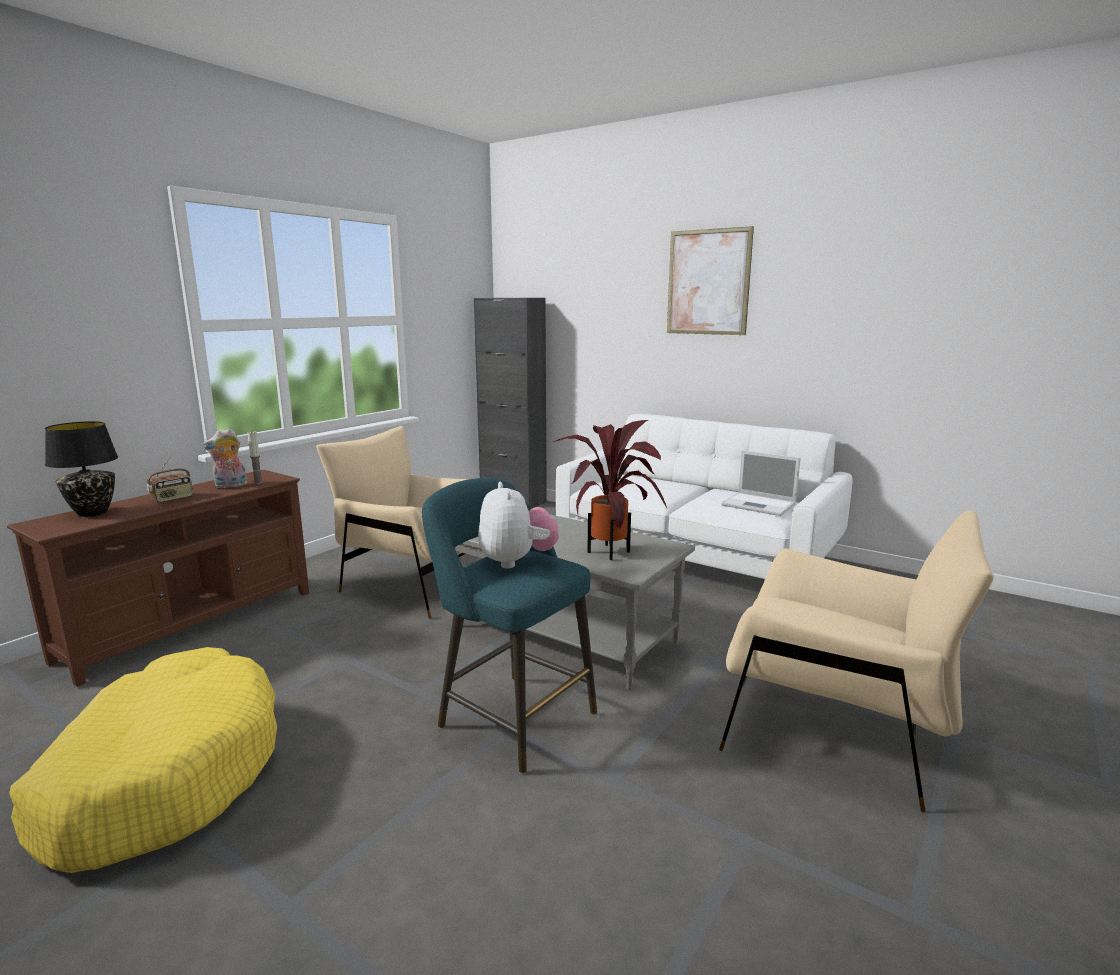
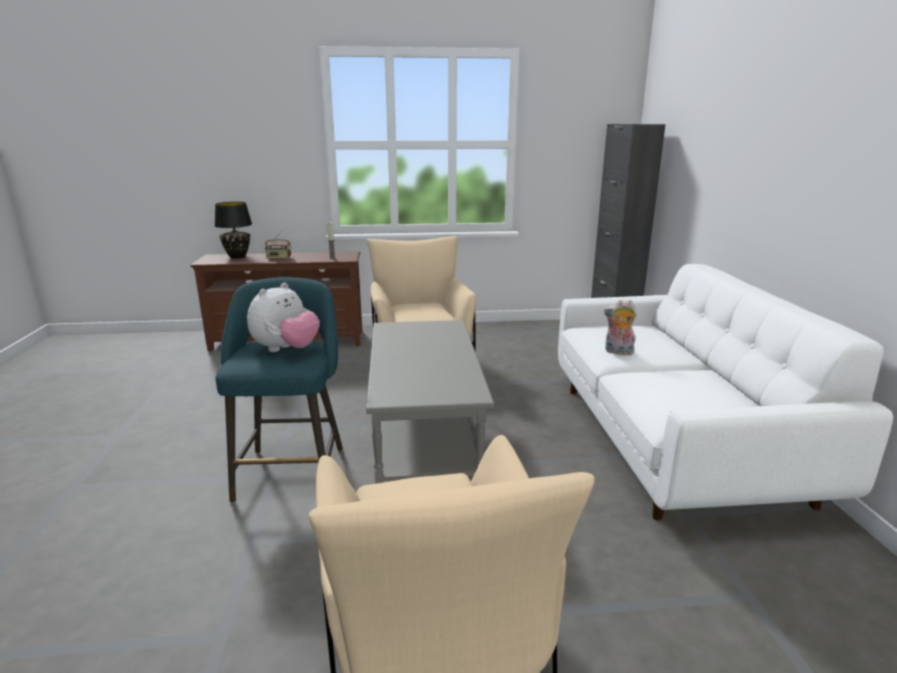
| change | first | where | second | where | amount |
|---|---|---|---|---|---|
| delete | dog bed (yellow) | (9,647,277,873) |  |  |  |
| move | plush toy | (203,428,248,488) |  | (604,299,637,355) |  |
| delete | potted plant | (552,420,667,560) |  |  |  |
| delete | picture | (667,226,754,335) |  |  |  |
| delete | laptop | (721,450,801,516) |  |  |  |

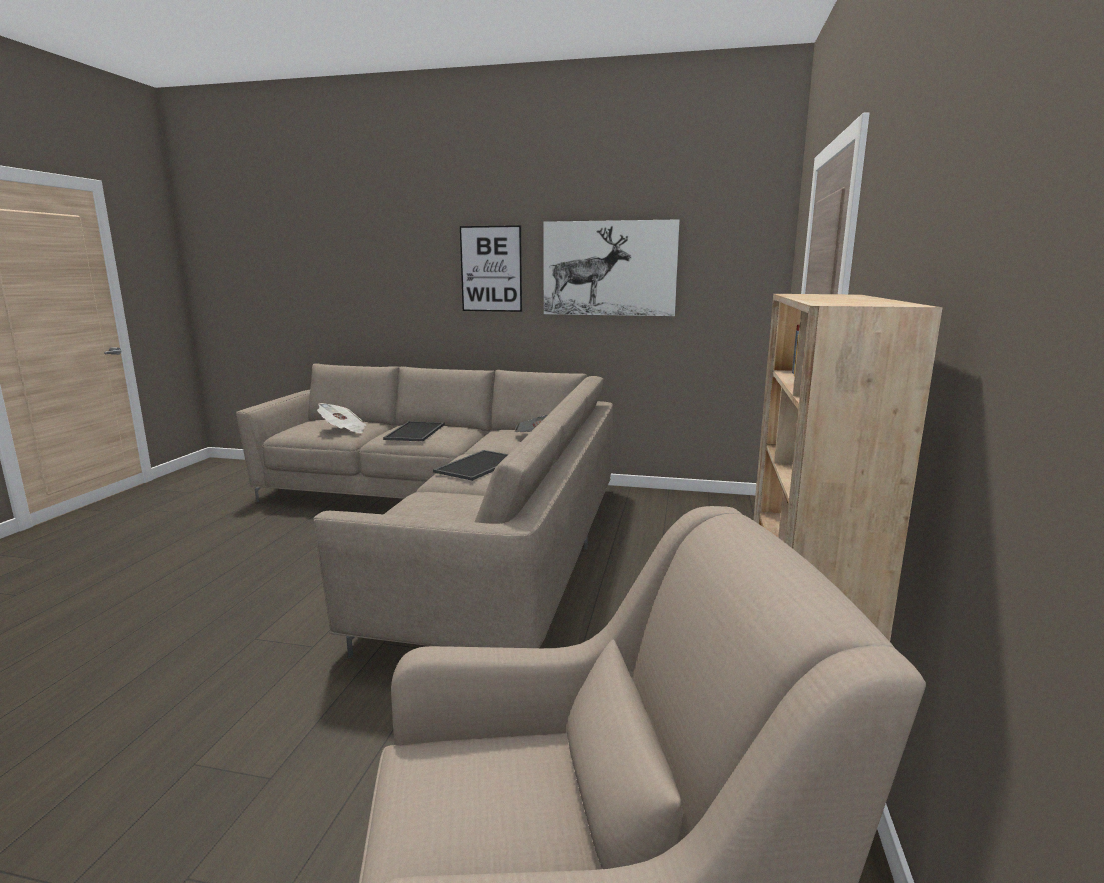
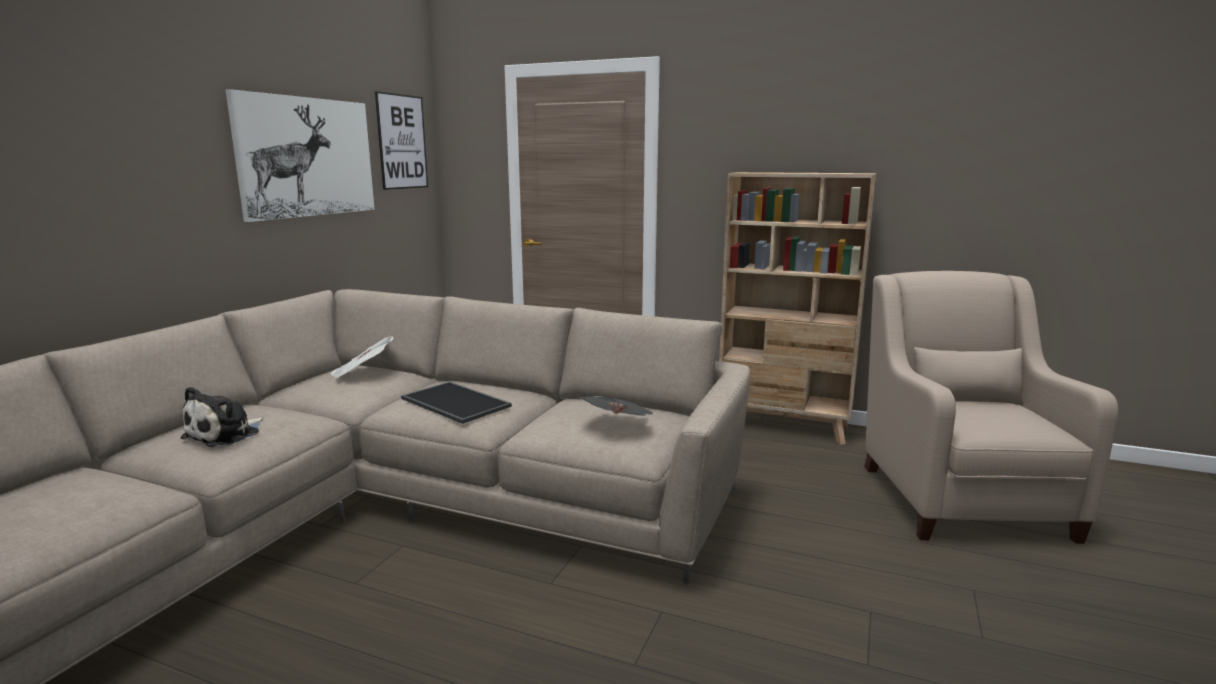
| change | first | where | second | where | amount |
|---|---|---|---|---|---|
| move | newspaper | (317,403,367,433) |  | (580,396,653,416) |  |
| replace | tray | (383,421,445,441) | plush toy | (180,387,263,447) |  |
| move | picture | (460,225,522,312) |  | (375,91,428,190) |  |

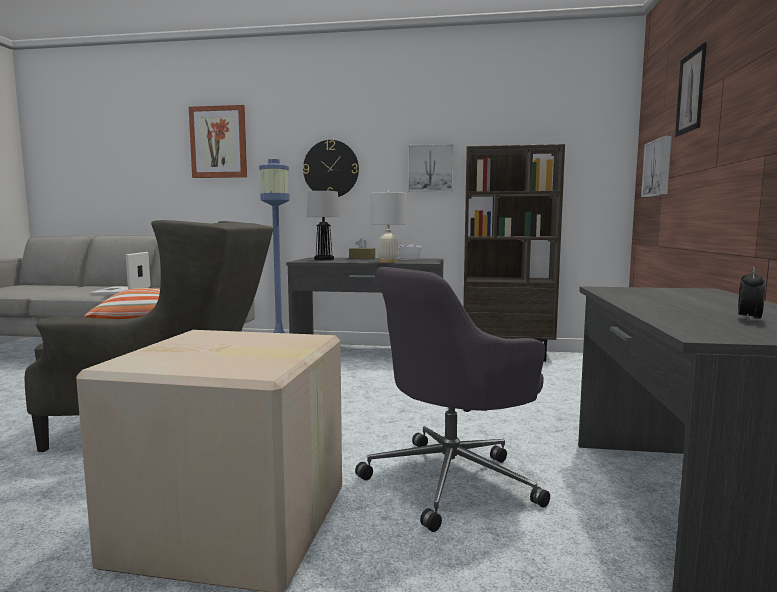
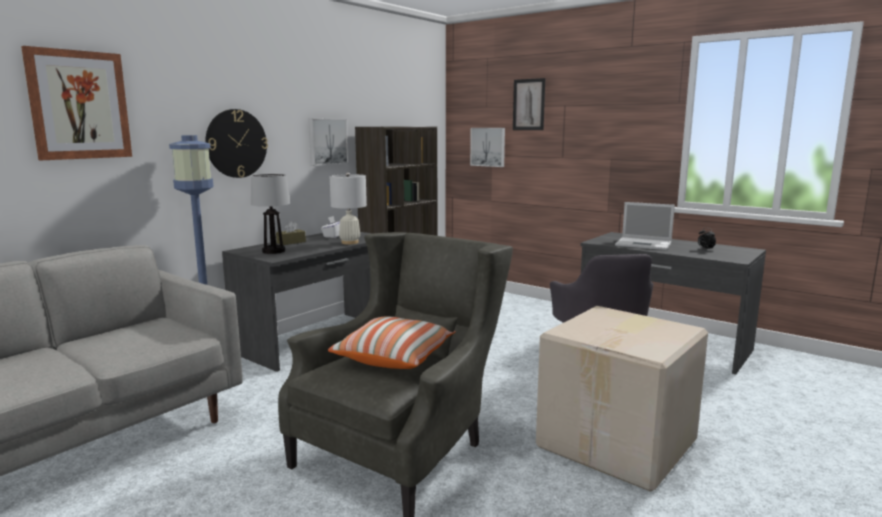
| change | first | where | second | where | amount |
|---|---|---|---|---|---|
| move | laptop | (90,252,150,295) |  | (615,202,675,250) |  |

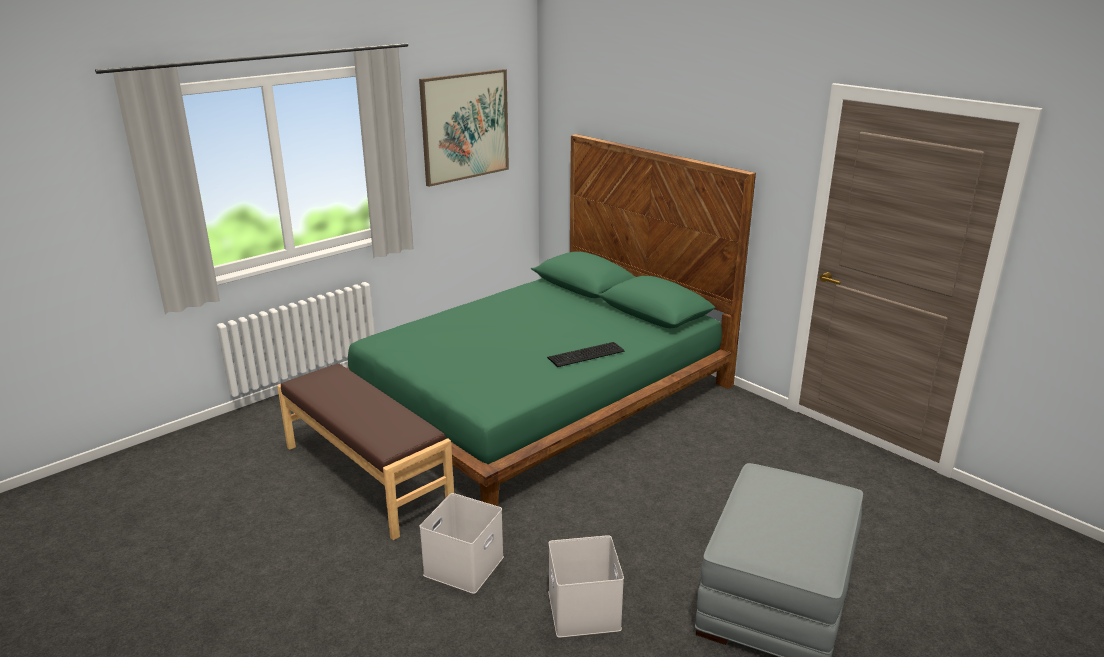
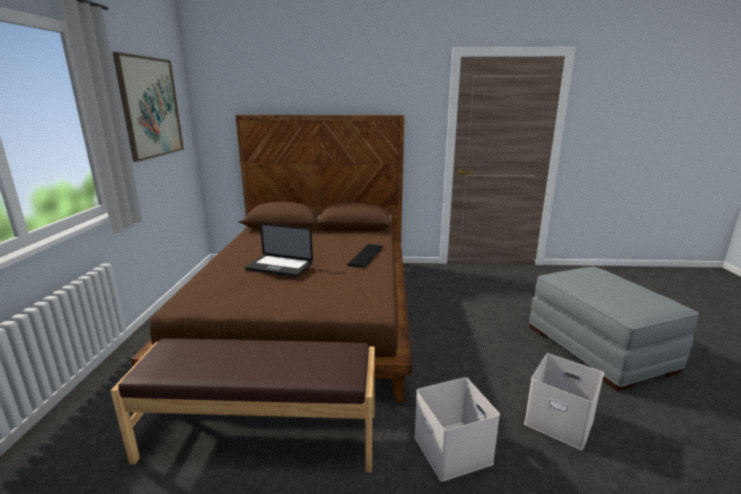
| change | first | where | second | where | amount |
|---|---|---|---|---|---|
| recolor | bed (green) | (347,134,756,506) | bed (brown) | (131,115,412,402) |  |
| insert |  |  | laptop | (245,223,313,277) |  |

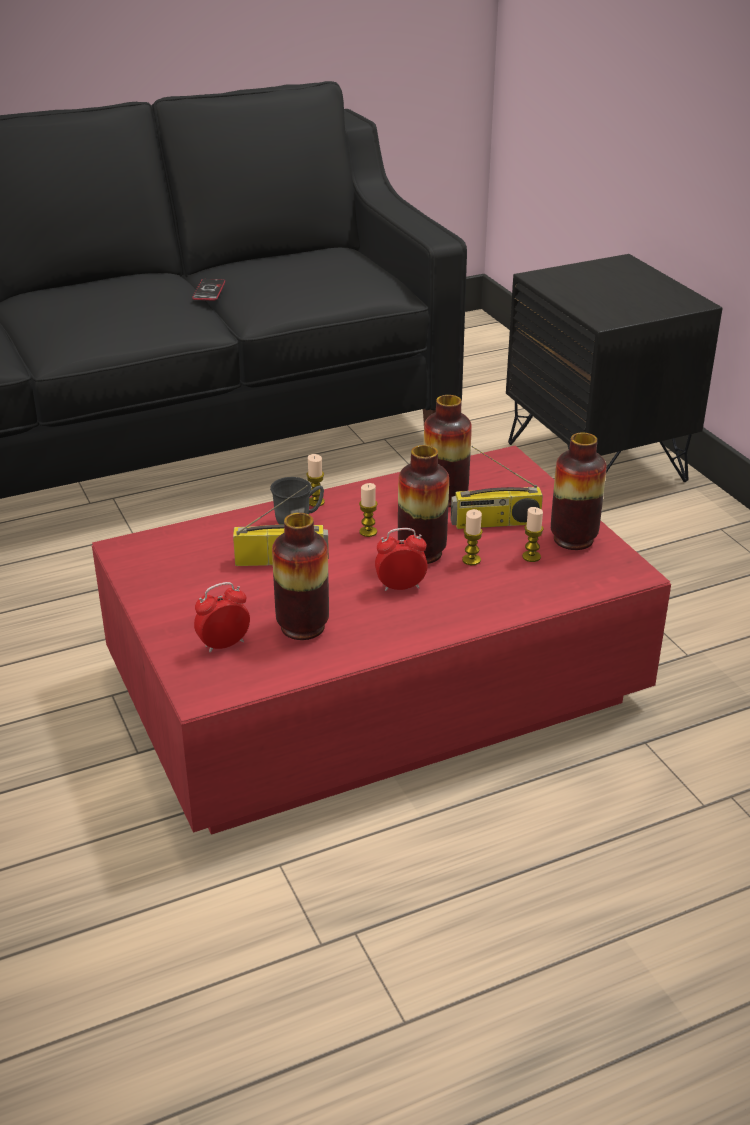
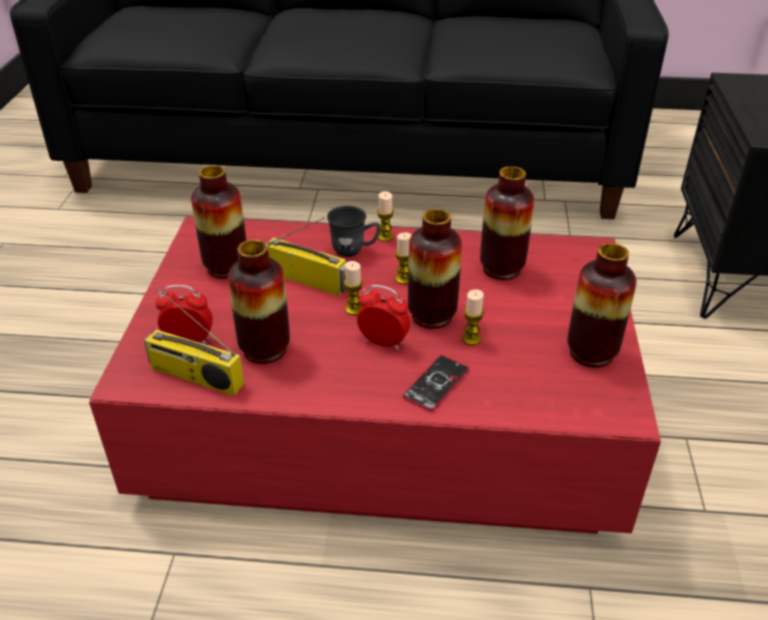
| change | first | where | second | where | amount |
|---|---|---|---|---|---|
| move | phone | (192,279,226,300) |  | (403,355,469,411) |  |
| move | radio | (451,446,543,529) |  | (144,287,244,396) |  |
| move | candle | (522,507,544,562) |  | (344,261,363,315) |  |
| insert |  |  | vase | (191,165,246,279) |  |

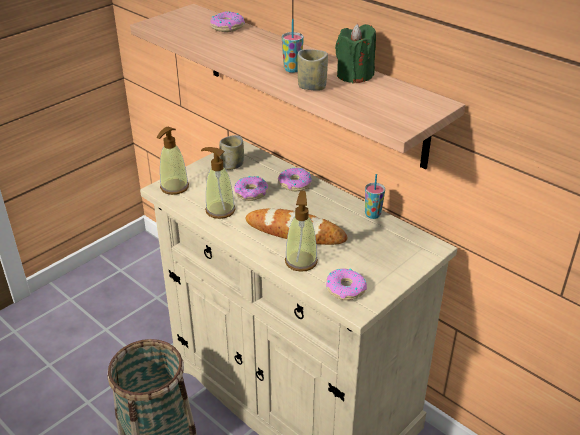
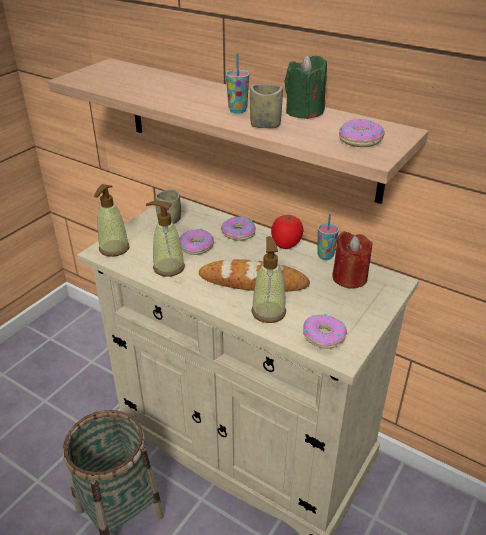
| change | first | where | second | where | amount |
|---|---|---|---|---|---|
| move | donut | (210,11,245,32) |  | (339,119,385,147) |  |
| insert |  |  | tomato | (271,215,303,249) |  |
| insert |  |  | candle (red) | (332,231,373,289) |  |

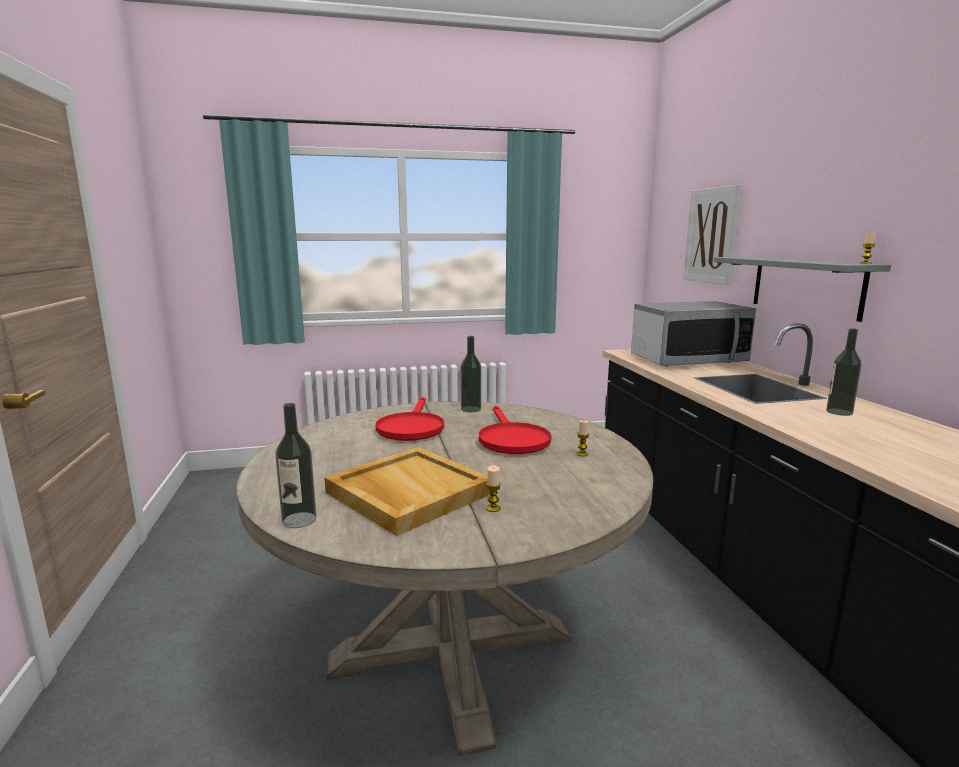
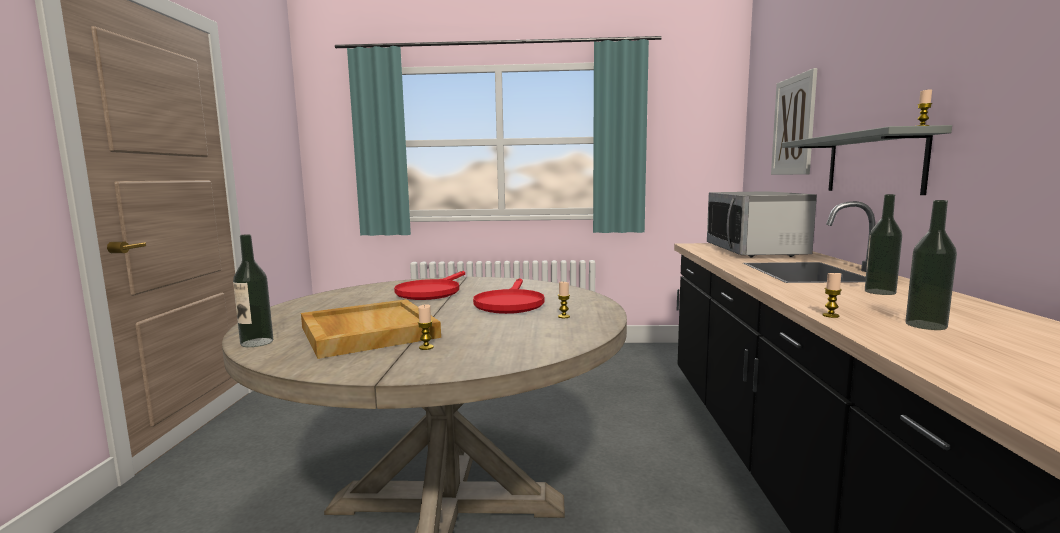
| change | first | where | second | where | amount |
|---|---|---|---|---|---|
| move | bottle | (461,336,481,412) |  | (905,200,957,330) |  |
| rotate | microwave | (631,301,756,366) |  | (707,191,817,257) | 90 degrees clockwise |
| insert |  |  | candle | (822,272,842,318) |  |

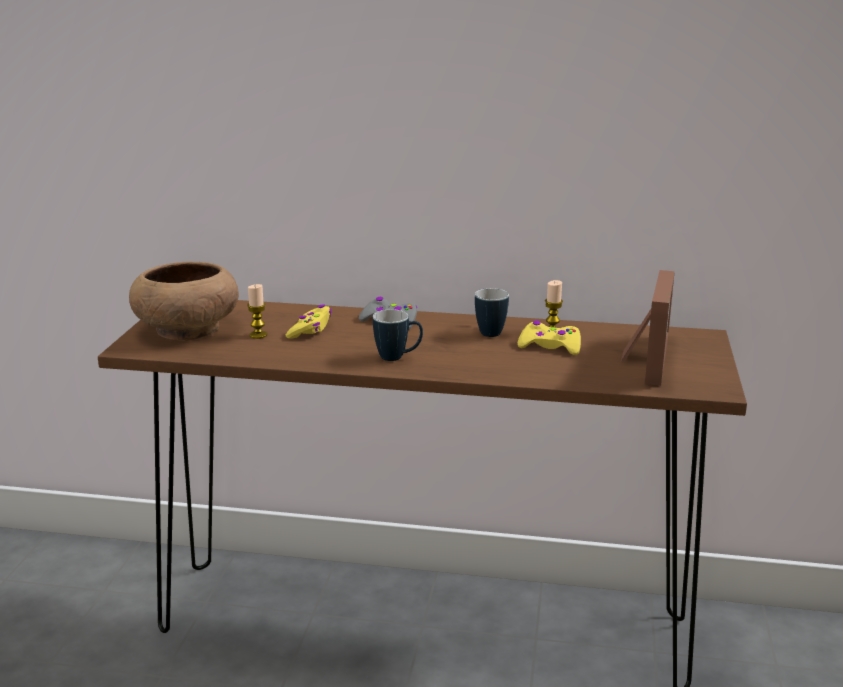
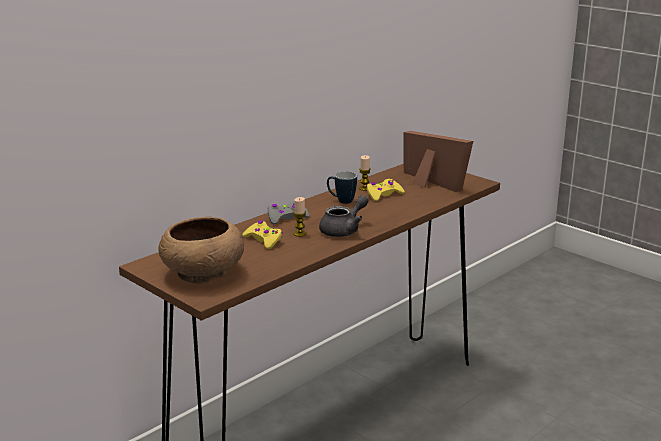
| change | first | where | second | where | amount |
|---|---|---|---|---|---|
| move | candle | (247,284,267,339) |  | (293,197,306,237) |  |
| replace | mug | (373,309,423,361) | teapot (grey) | (319,195,369,237) |  |

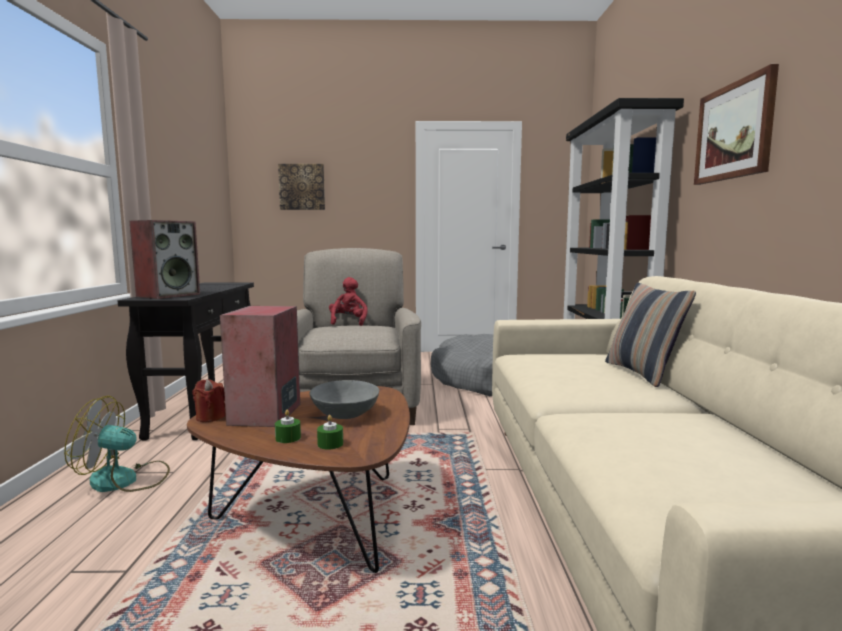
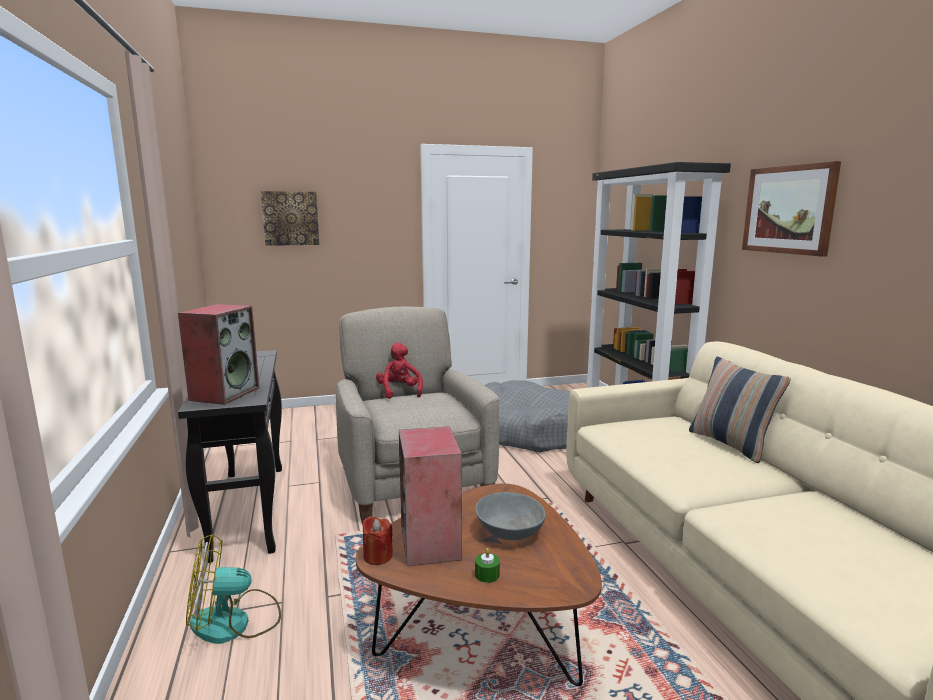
| change | first | where | second | where | amount |
|---|---|---|---|---|---|
| delete | candle (green) | (317,415,343,450) |  |  |  |

